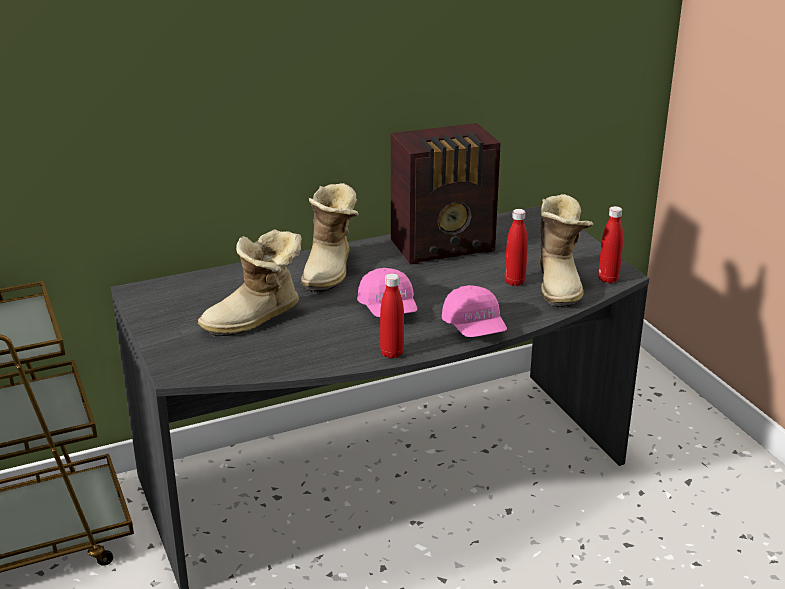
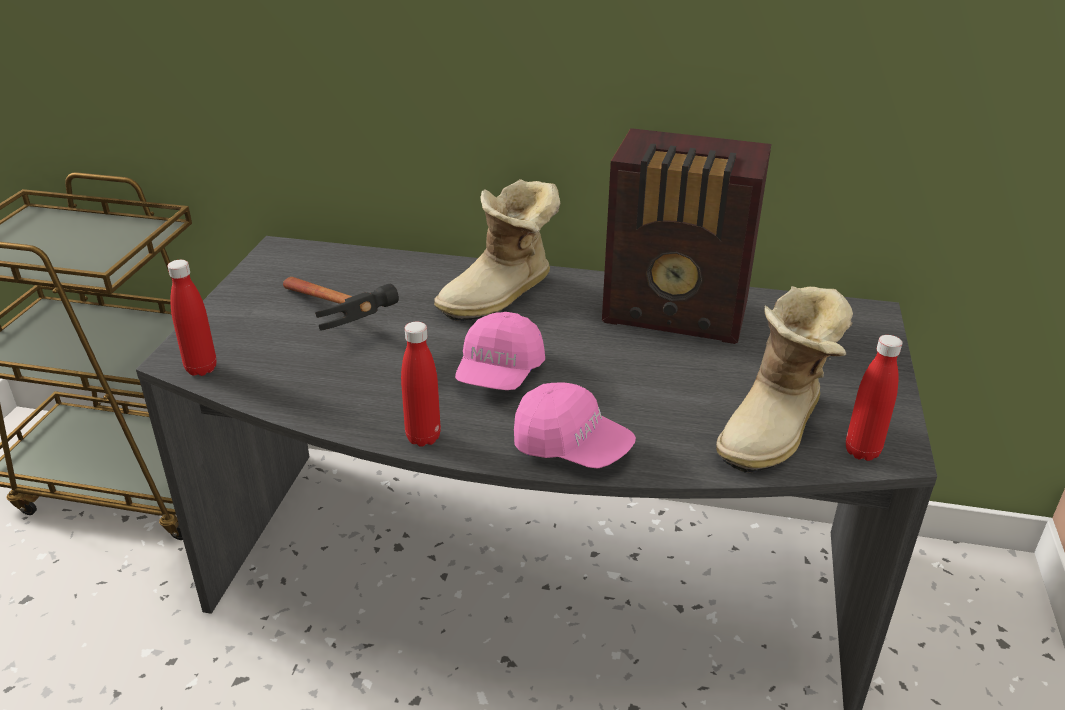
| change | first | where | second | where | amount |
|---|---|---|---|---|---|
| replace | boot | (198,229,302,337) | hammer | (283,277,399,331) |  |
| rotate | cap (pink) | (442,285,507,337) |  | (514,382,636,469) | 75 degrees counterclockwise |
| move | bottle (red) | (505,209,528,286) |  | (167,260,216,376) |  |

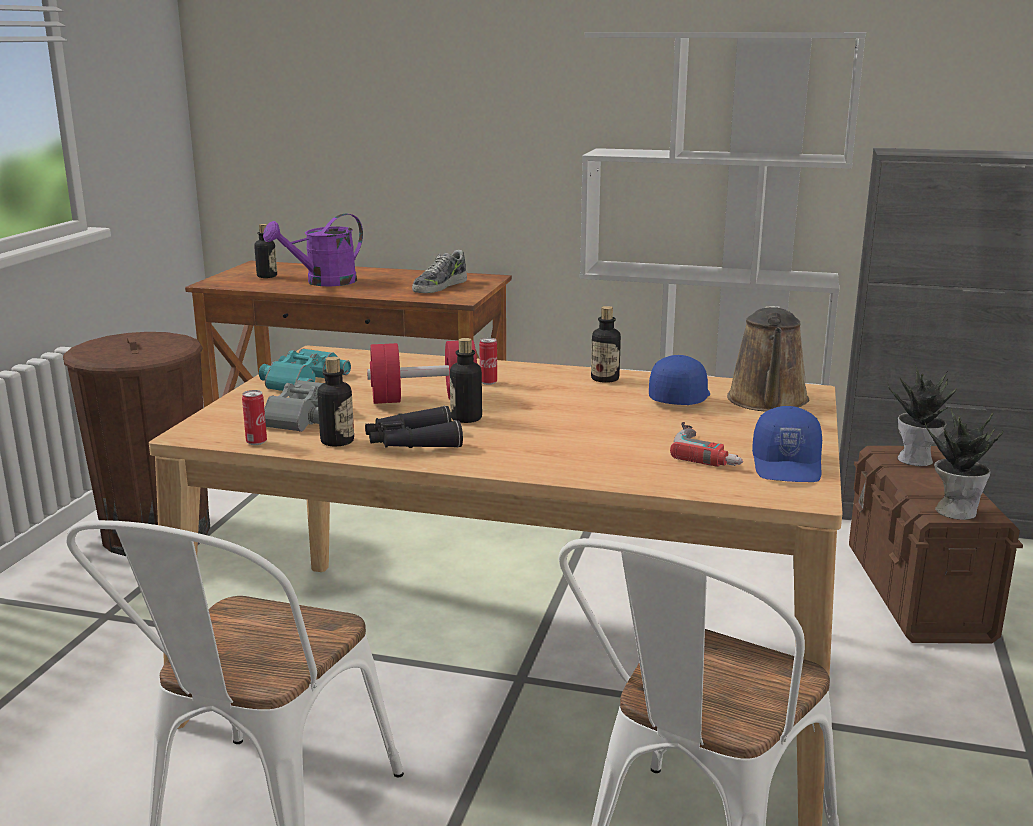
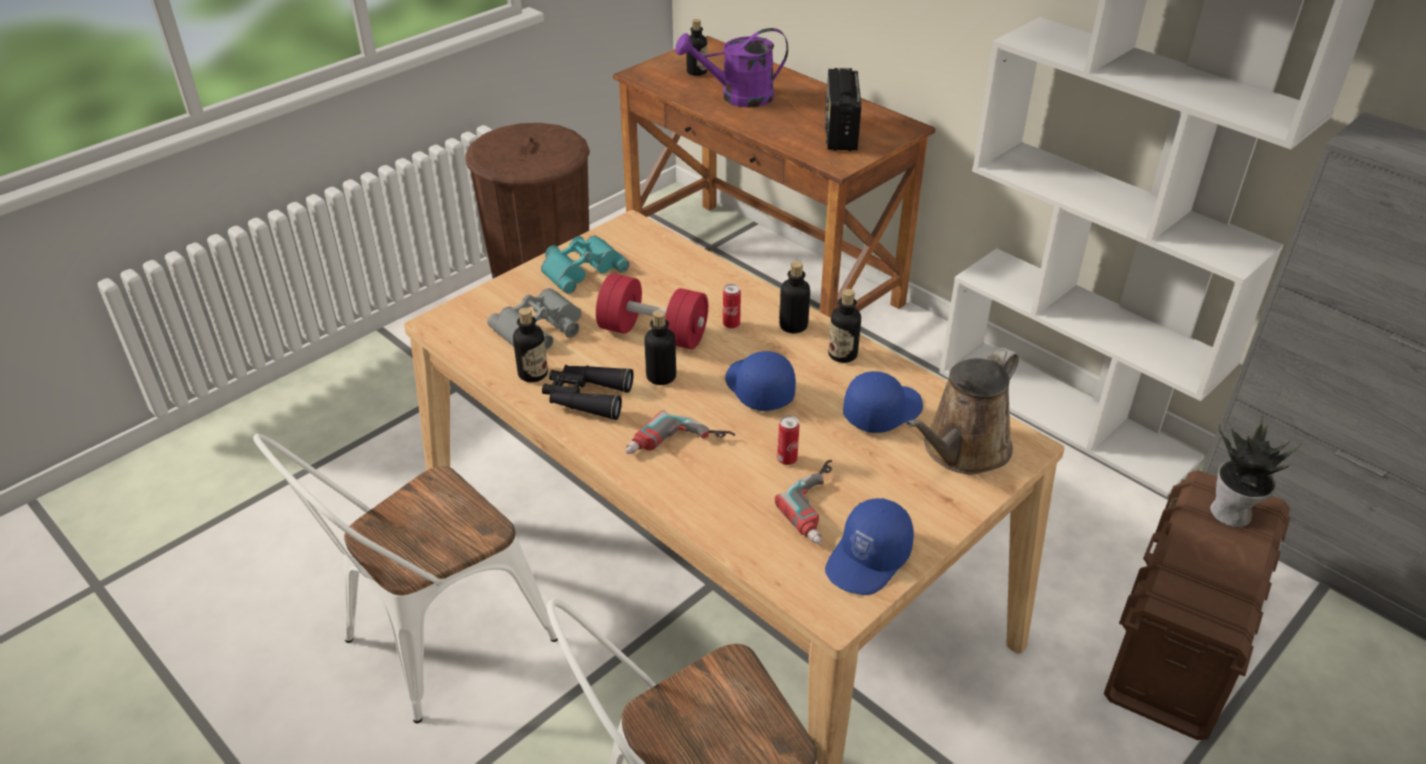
| change | first | where | second | where | amount |
|---|---|---|---|---|---|
| move | can | (242,390,267,445) |  | (777,415,800,465) |  |
| replace | shoe | (412,250,467,293) | radio | (825,68,861,151) |  |
| delete | potted plant | (925,408,1003,520) |  |  |  |
| insert |  |  | power drill | (625,410,735,454) |  |
| insert |  |  | cap (blue) | (725,351,796,411) |  |
| insert |  |  | bottle | (779,261,810,333) |  |

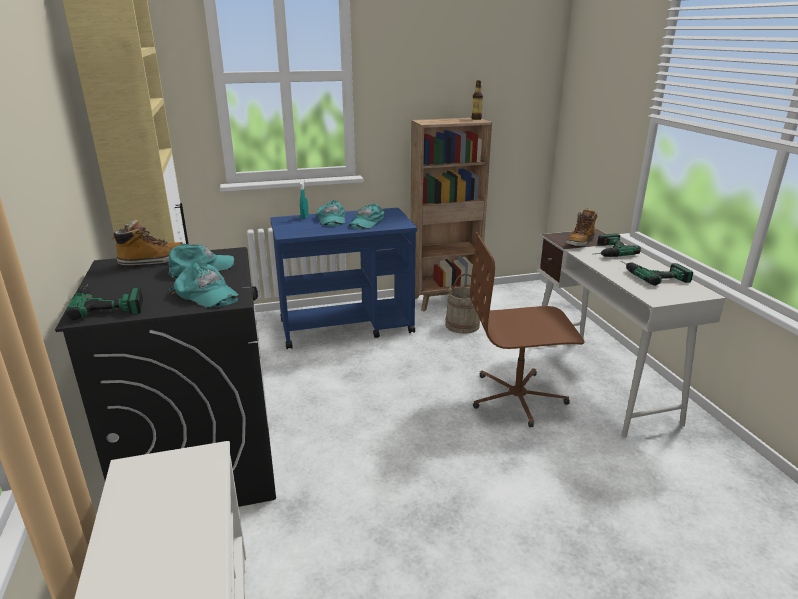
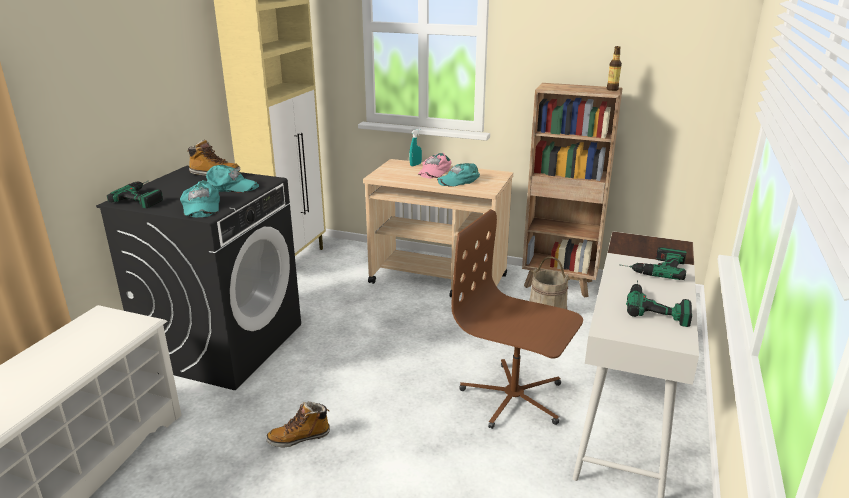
| change | first | where | second | where | amount |
|---|---|---|---|---|---|
| recolor | cart (blue) | (270,208,417,349) | cart (beige) | (363,159,513,297) |  |
| recolor | cap (turquoise) | (317,200,345,226) | cap (pink) | (418,153,451,178) |  |
| move | boot | (566,209,597,247) |  | (266,402,330,447) |  |

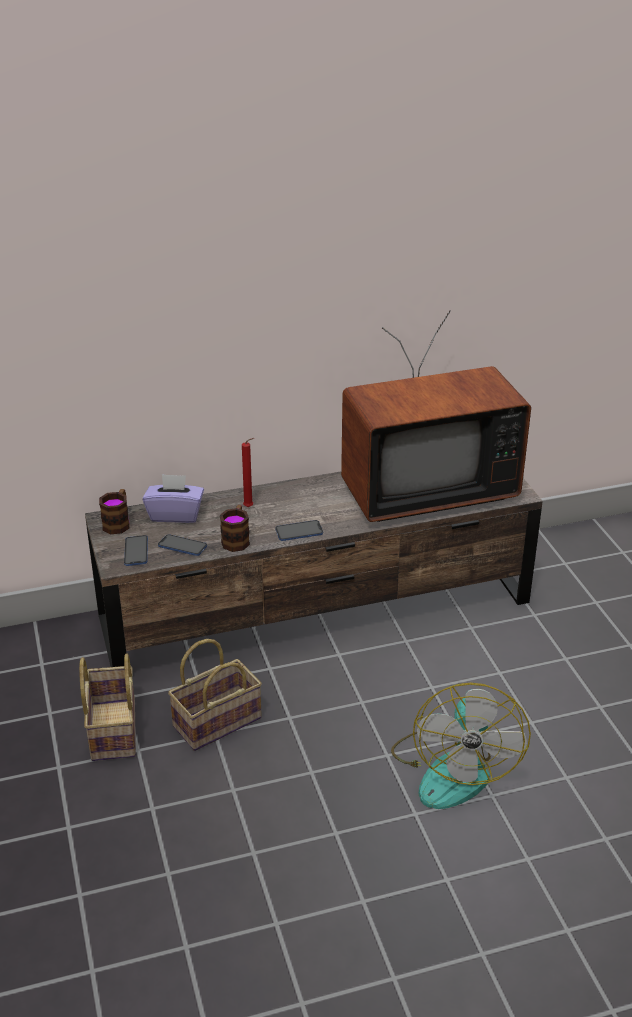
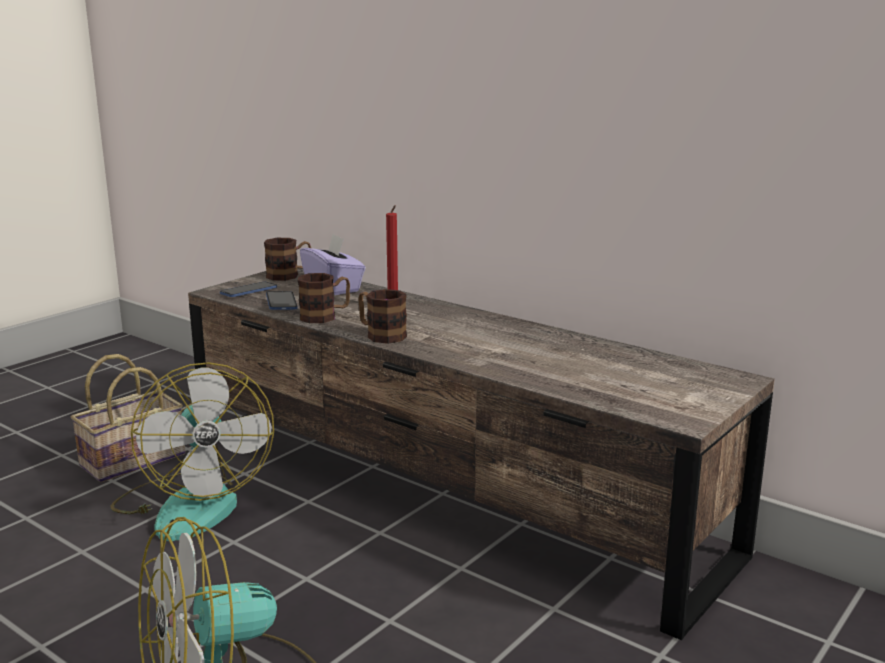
| change | first | where | second | where | amount |
|---|---|---|---|---|---|
| replace | basket | (168,639,262,751) | fan | (111,362,274,541) |  |
| replace | phone | (275,520,323,541) | mug | (358,289,407,344) |  |
| delete | television | (341,310,531,522) |  |  |  |

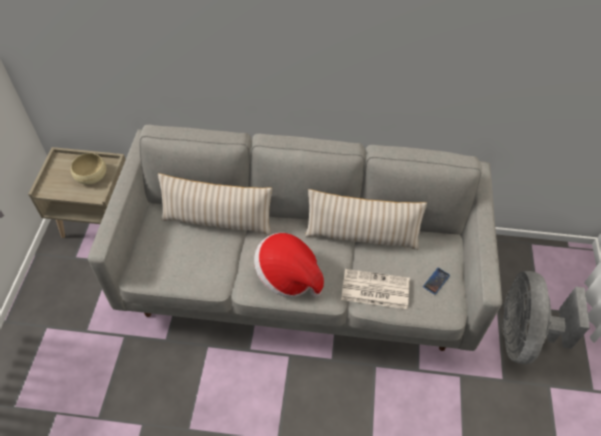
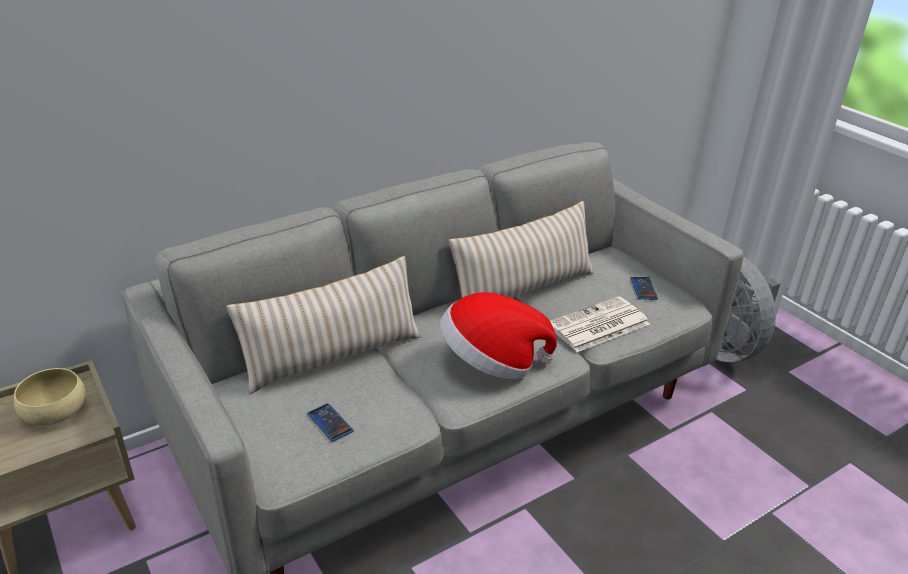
| change | first | where | second | where | amount |
|---|---|---|---|---|---|
| insert |  |  | phone | (307,403,354,442) |  |

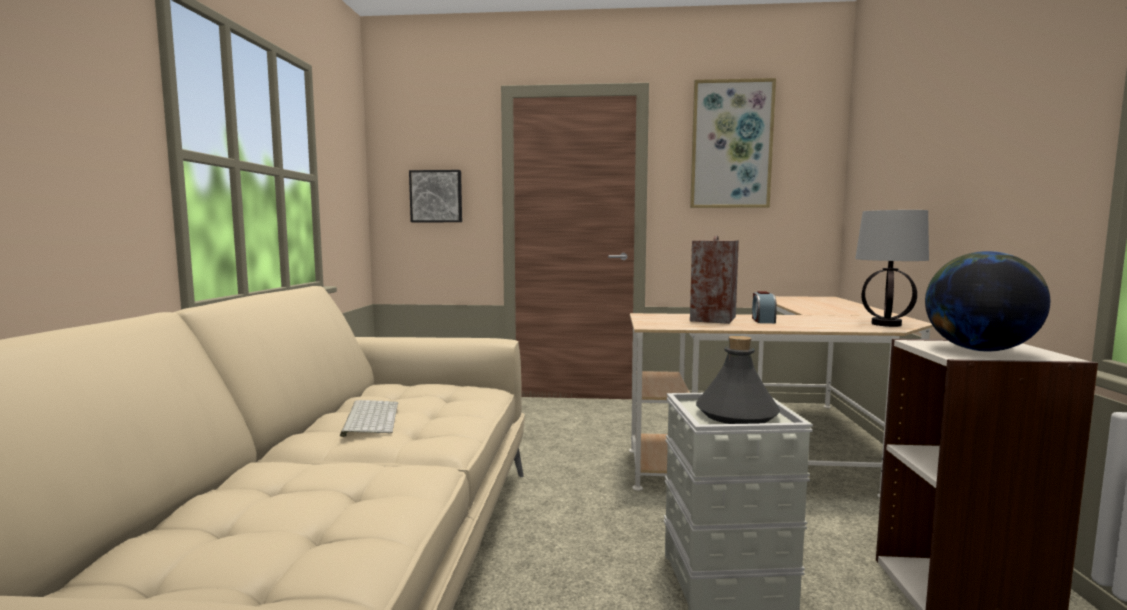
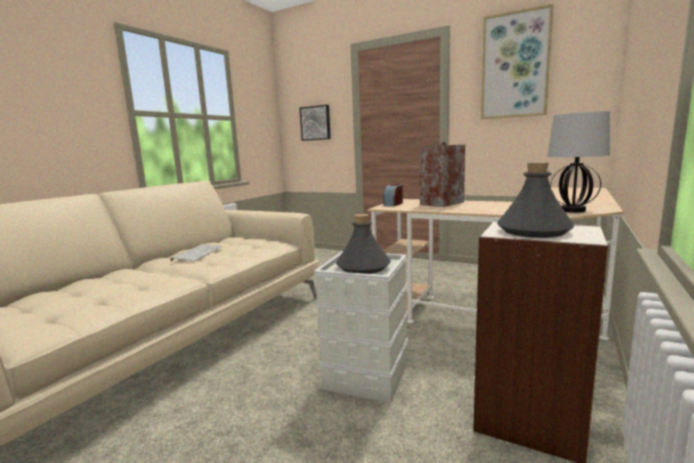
| change | first | where | second | where | amount |
|---|---|---|---|---|---|
| move | alarm clock | (752,291,777,323) |  | (383,184,403,206) |  |
| replace | globe | (925,251,1050,352) | bottle (grey) | (497,162,575,238) |  |

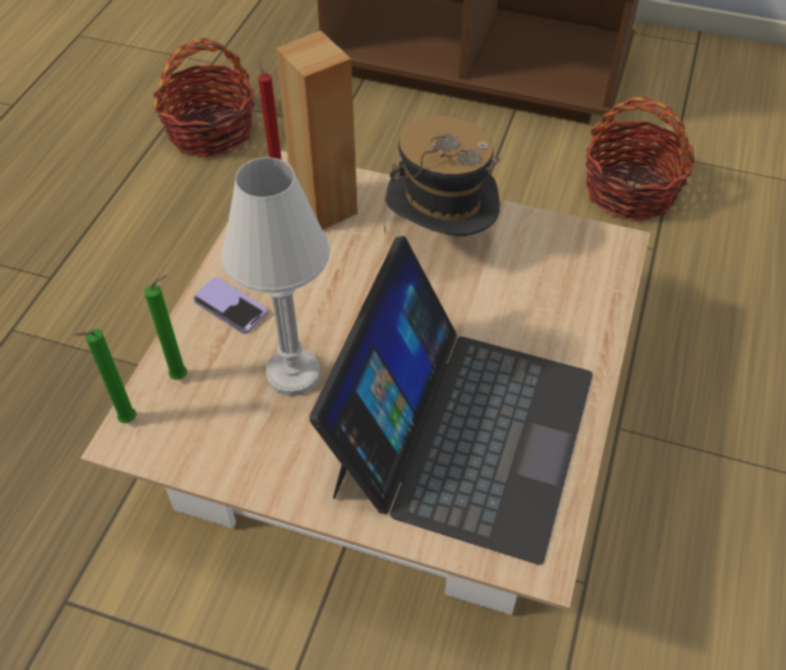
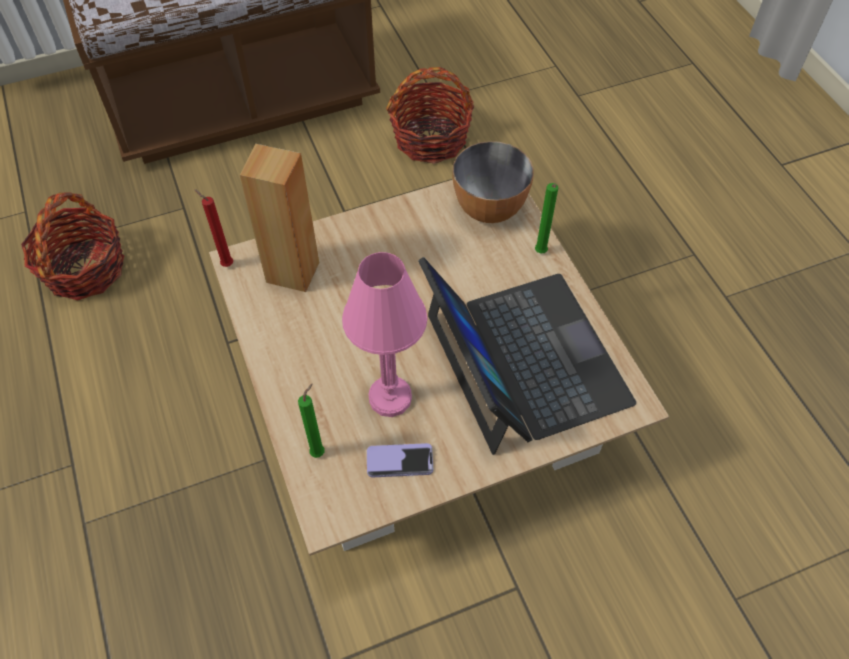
| change | first | where | second | where | amount |
|---|---|---|---|---|---|
| move | candle (green) | (74,329,136,423) |  | (535,183,558,253) |  |
| move | phone | (193,277,267,334) |  | (367,443,433,477) |  |
| recolor | table lamp (white) | (222,157,330,397) | table lamp (pink) | (342,252,427,417) |  |
| delete | hat | (384,116,500,237) |  |  |  |
| insert |  |  | bowl | (453,141,534,223) |  |

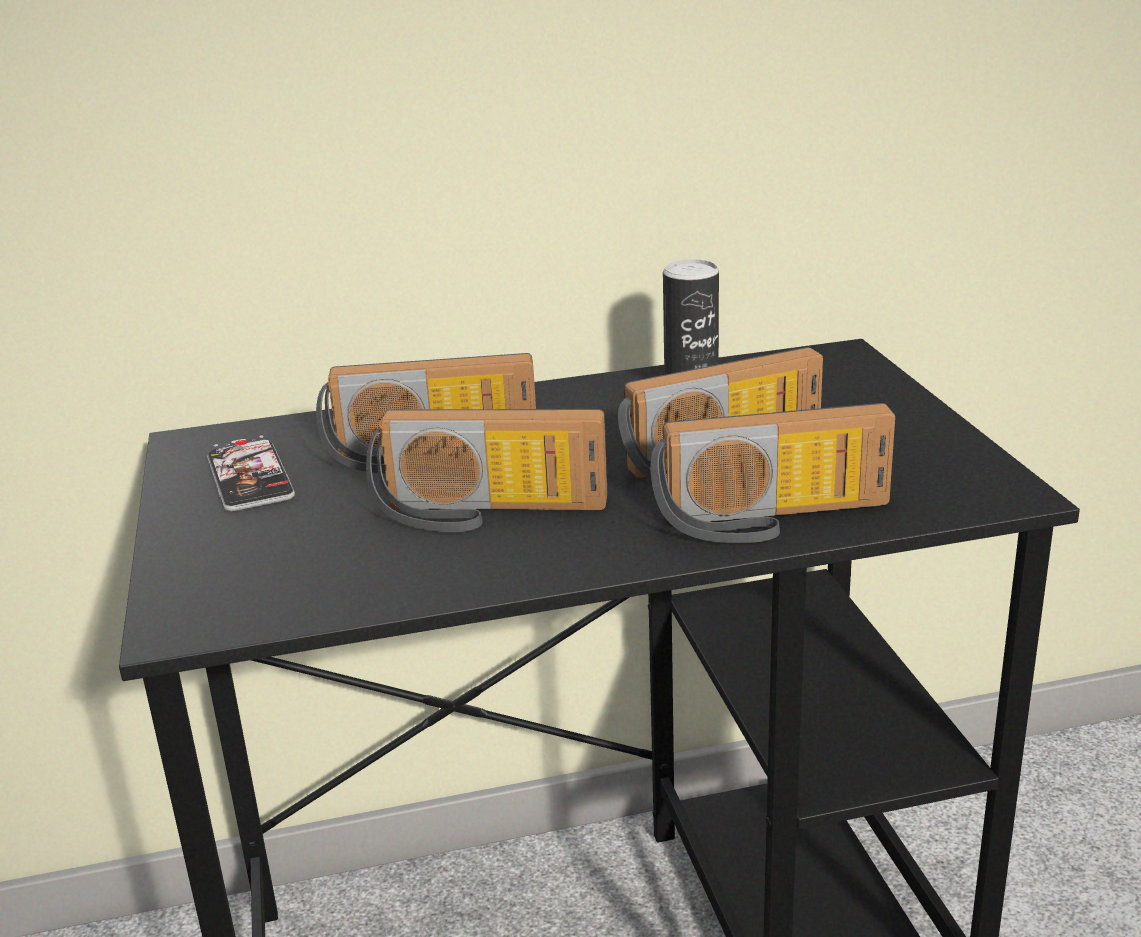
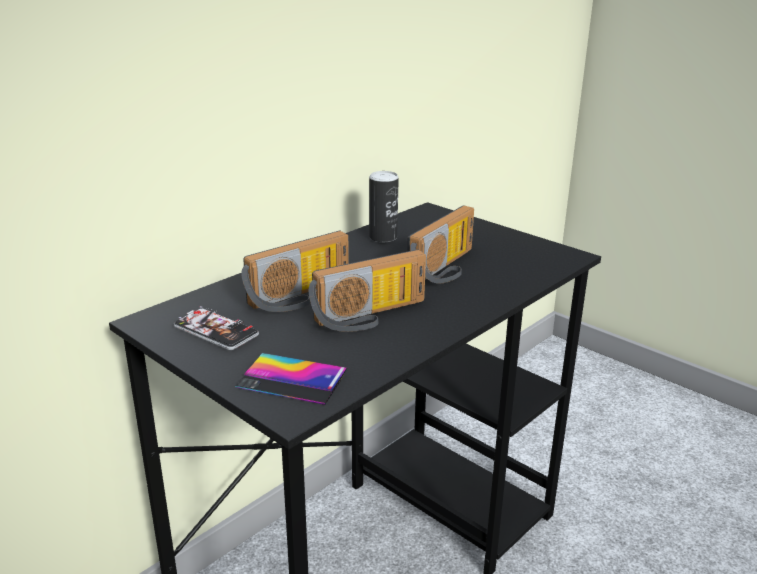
| change | first | where | second | where | amount |
|---|---|---|---|---|---|
| delete | radio | (650,403,895,543) |  |  |  |
| insert |  |  | phone | (235,353,347,405) |  |

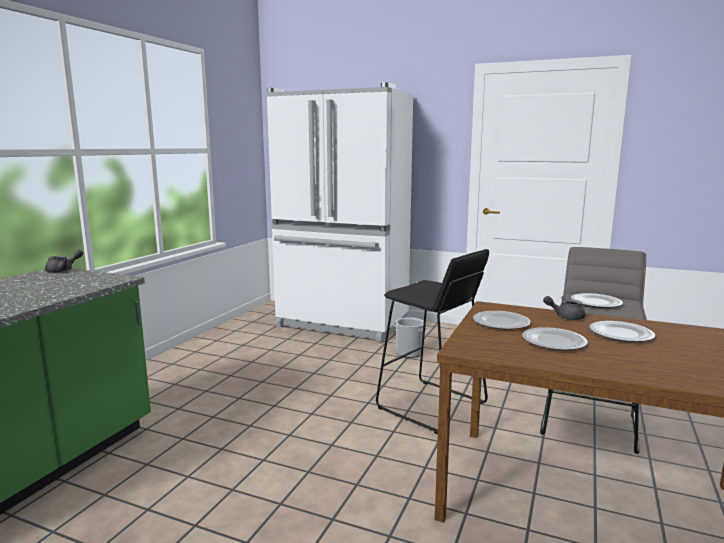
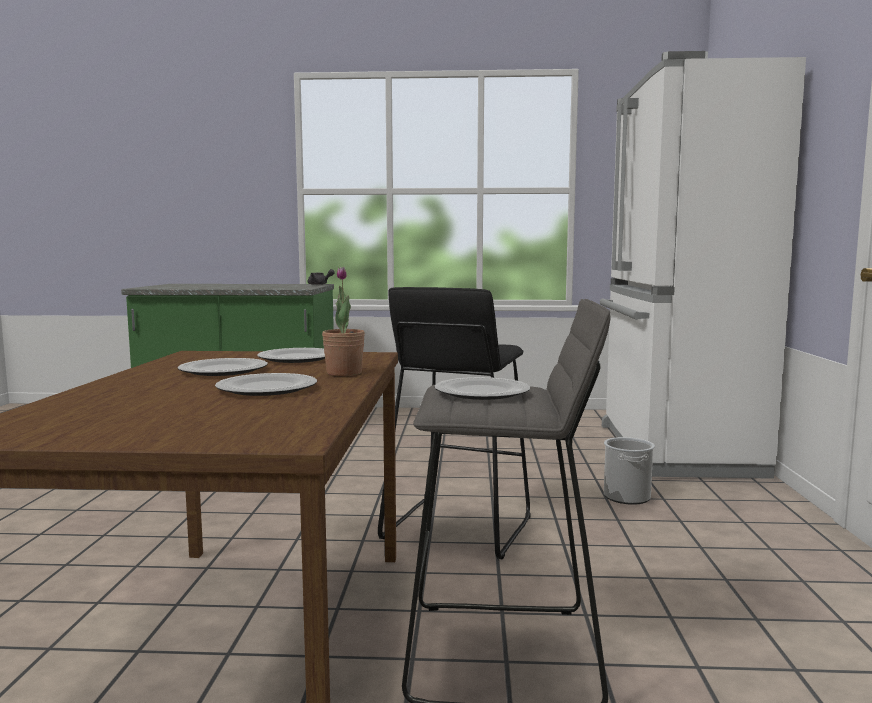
| change | first | where | second | where | amount |
|---|---|---|---|---|---|
| replace | teapot (grey) | (543,296,586,320) | potted plant | (322,267,365,376) |  |

